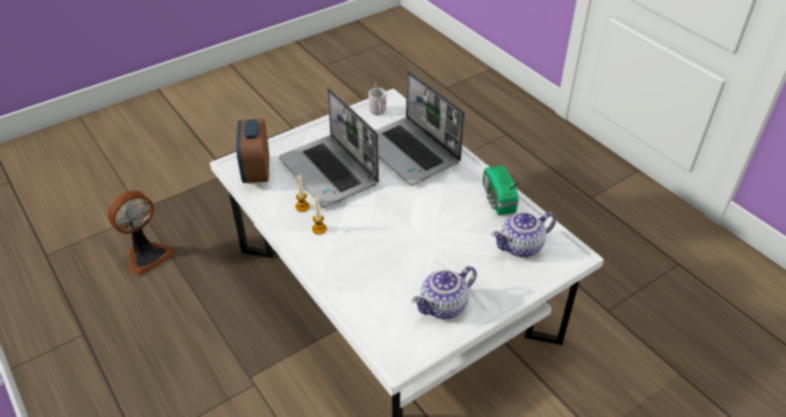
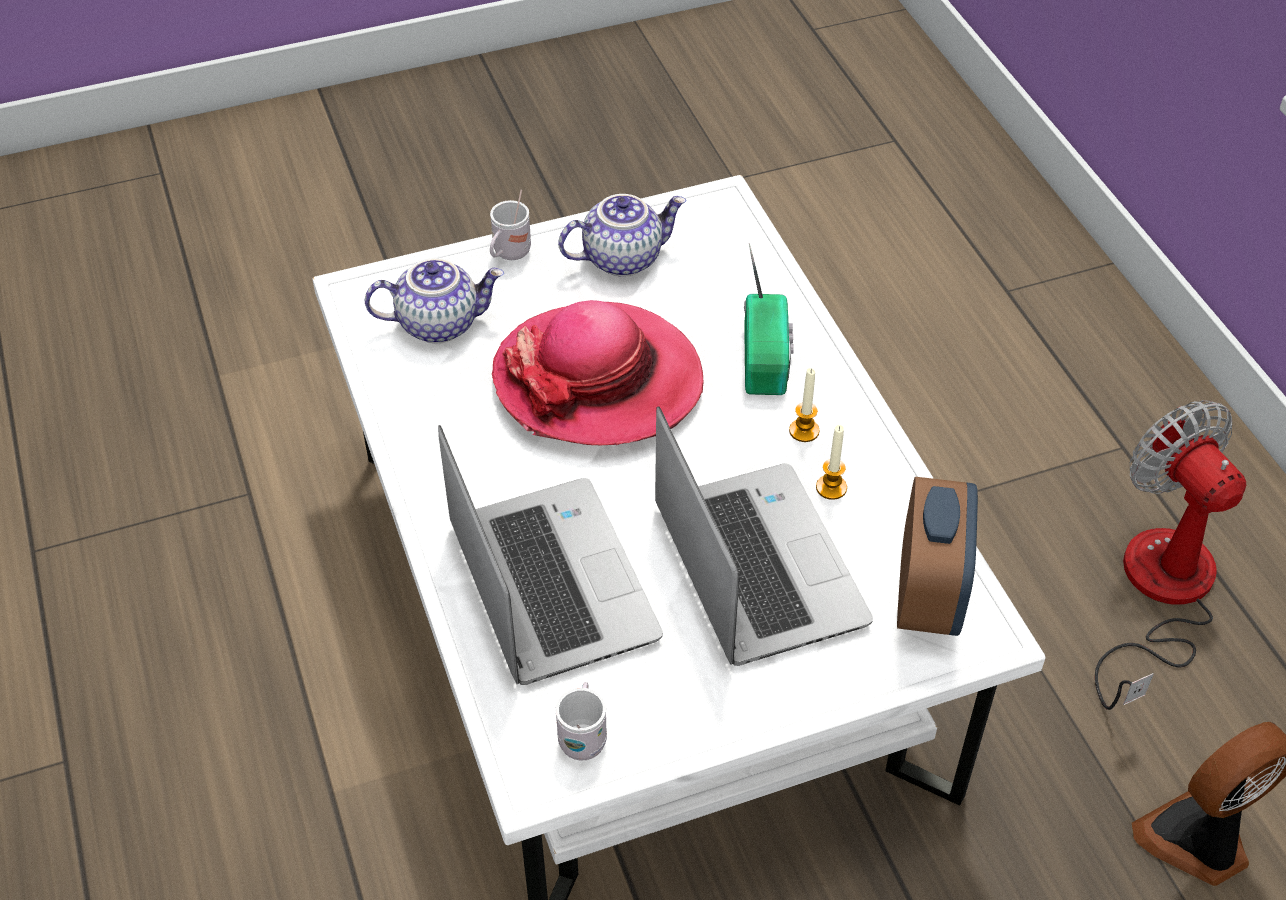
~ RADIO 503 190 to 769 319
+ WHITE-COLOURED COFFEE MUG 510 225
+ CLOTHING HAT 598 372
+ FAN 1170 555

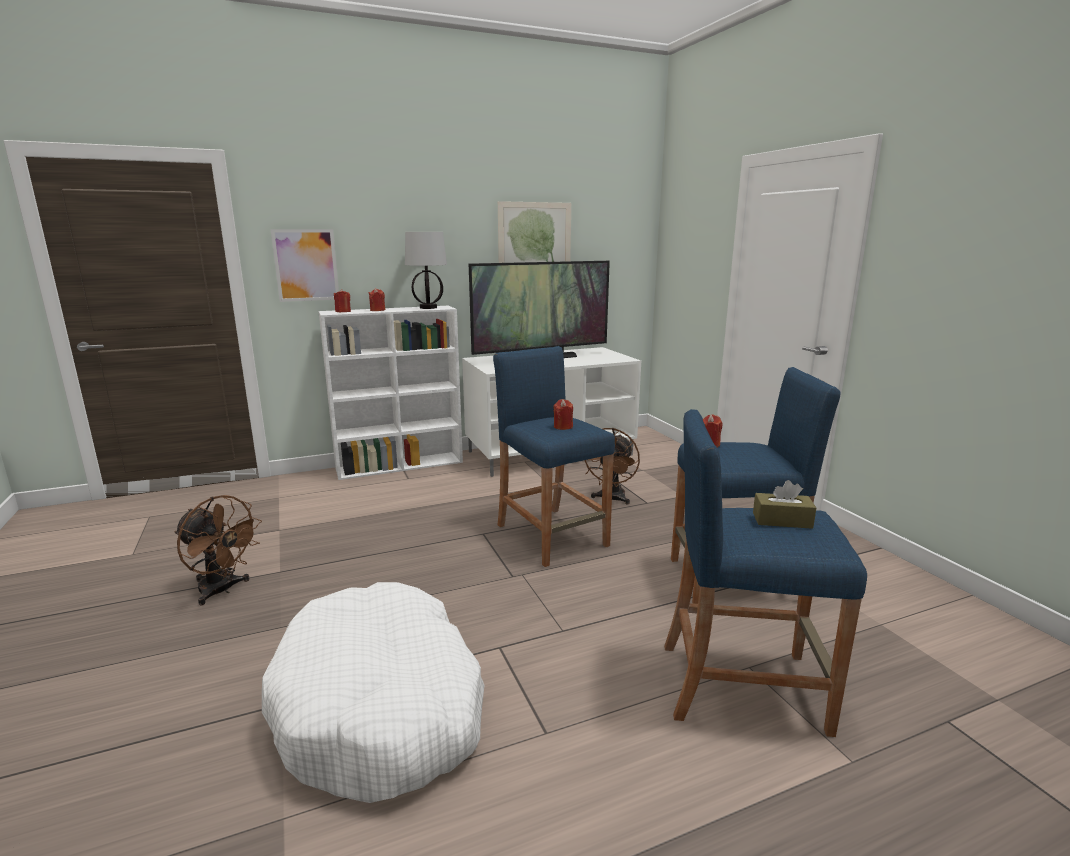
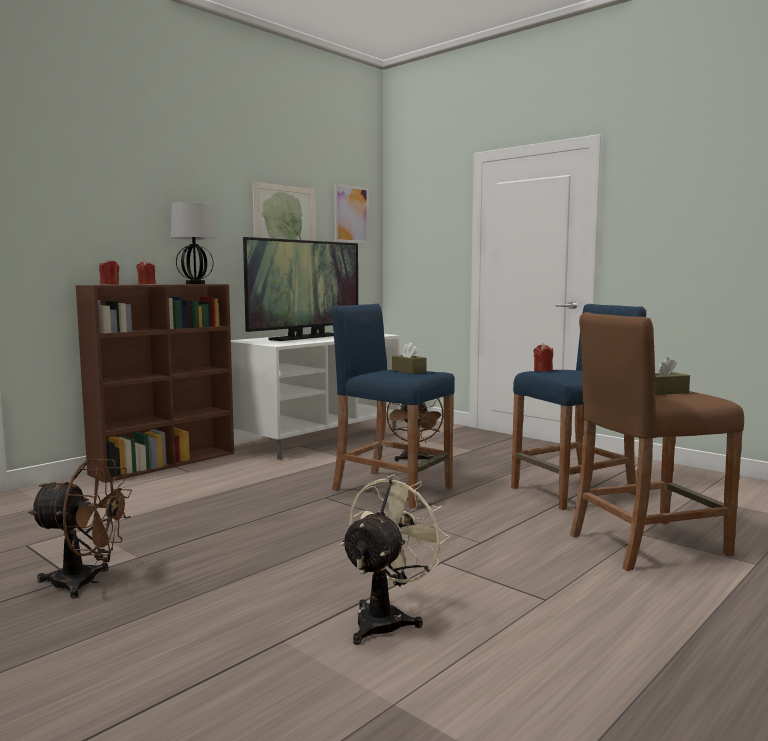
~ WALL PICTURE 305 265 to 351 214
~ WHITE-COLOURED BOOKSHELF 391 393 to BROWNISH BOOKSHELF 155 383
~ RED-COLOURED CANDLE 563 414 to BROWNISH BOX OF TISSUES 409 358
~ BLUE-COLOURED STOOL SEAT 765 573 to BROWNISH STOOL SEAT 657 441
~ WHITE-COLOURED PET BED 373 692 to BEIGE FAN 395 559

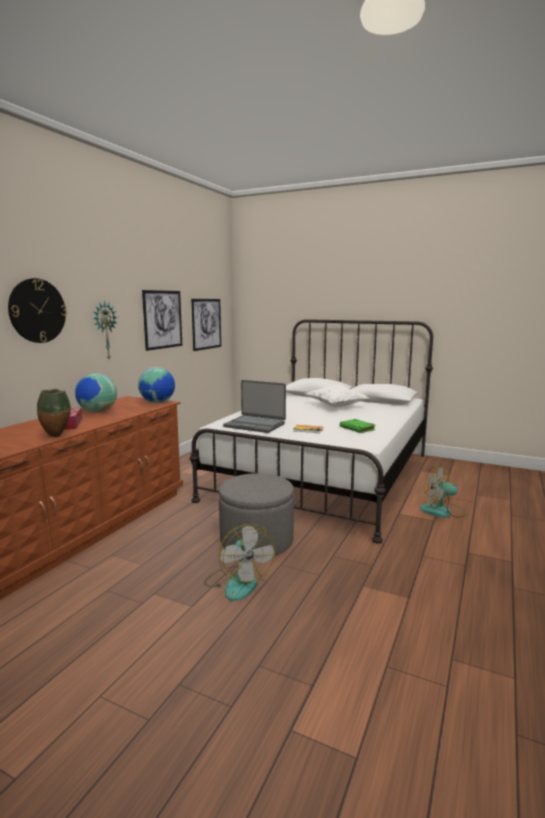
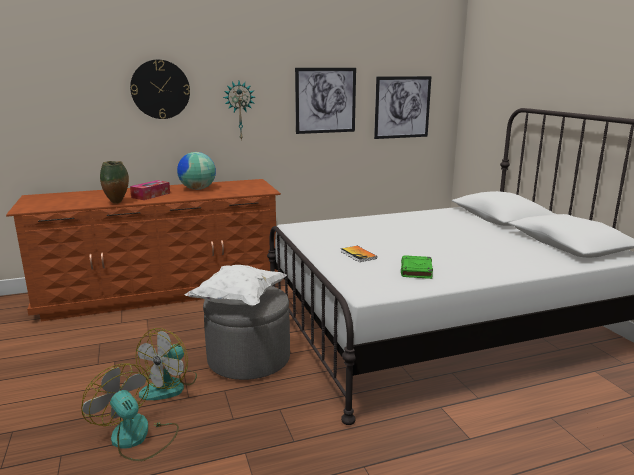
- GLOBE 156 385
- NOTEBOOK COMPUTER 254 406
~ WHITE-COLOURED CUSHION 337 396 to 235 285
~ FAN 443 491 to 130 412

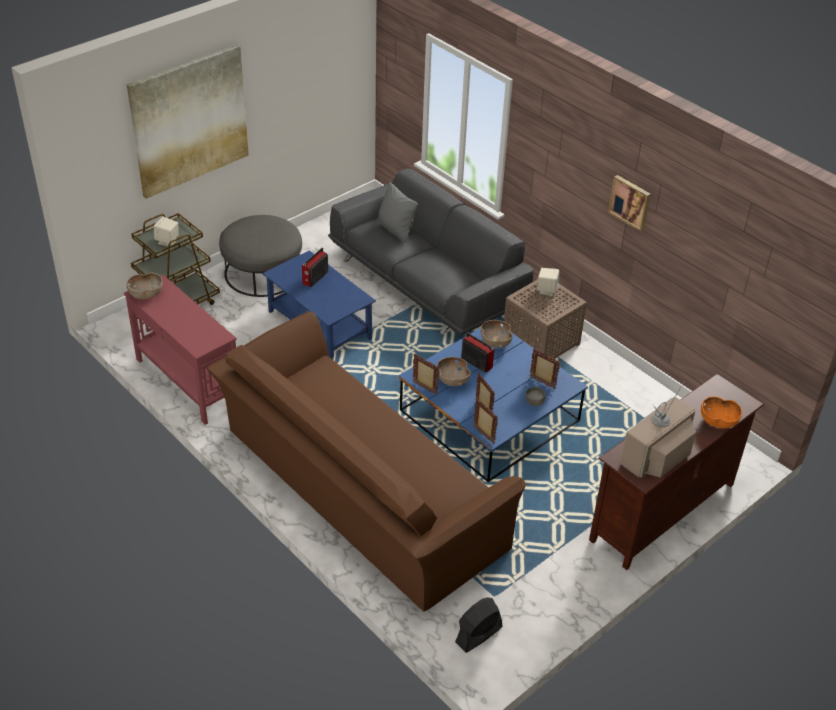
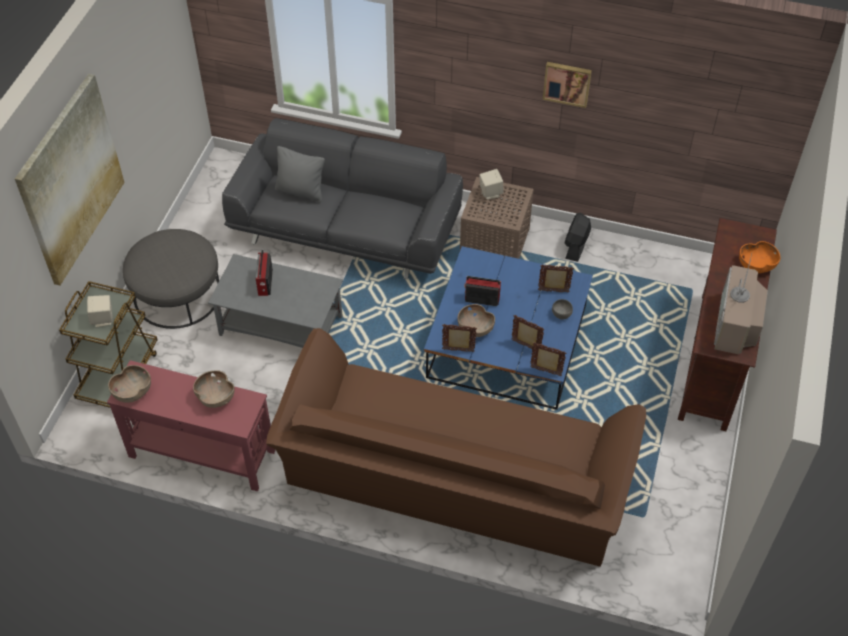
~ BLUE-COLOURED COFFEE TABLE 319 305 to GREYISH COFFEE TABLE 275 301
~ BROWNISH SERVING BOWL 497 334 to 214 389
~ BLACK-COLOURED FAN 478 625 to 578 237

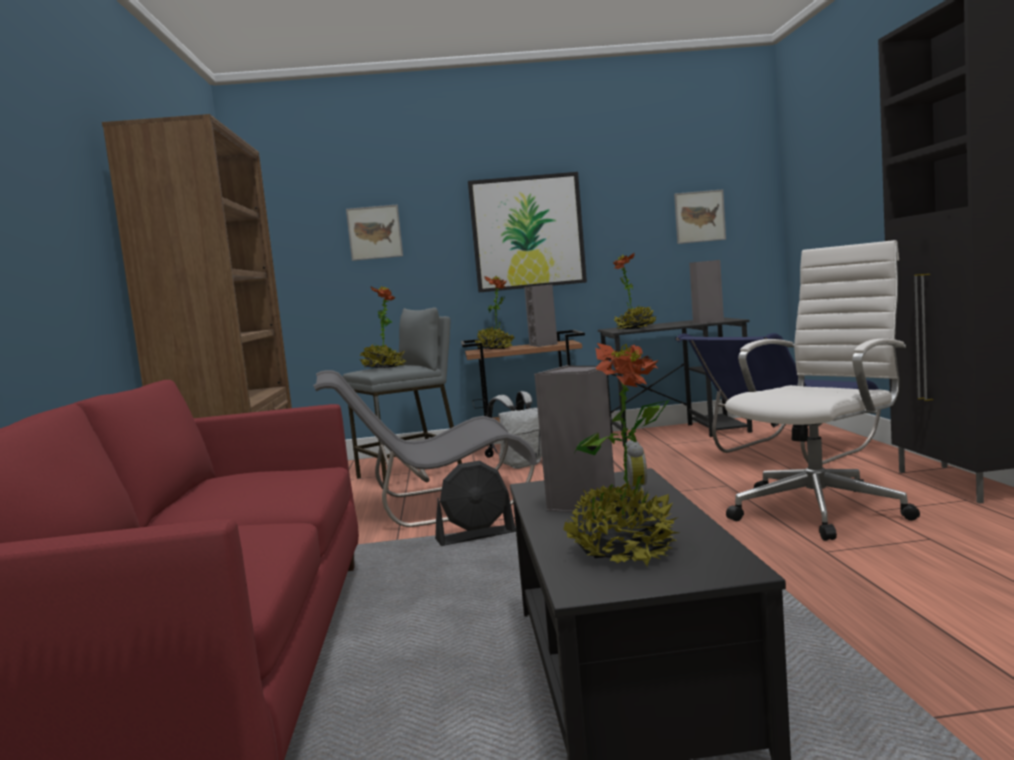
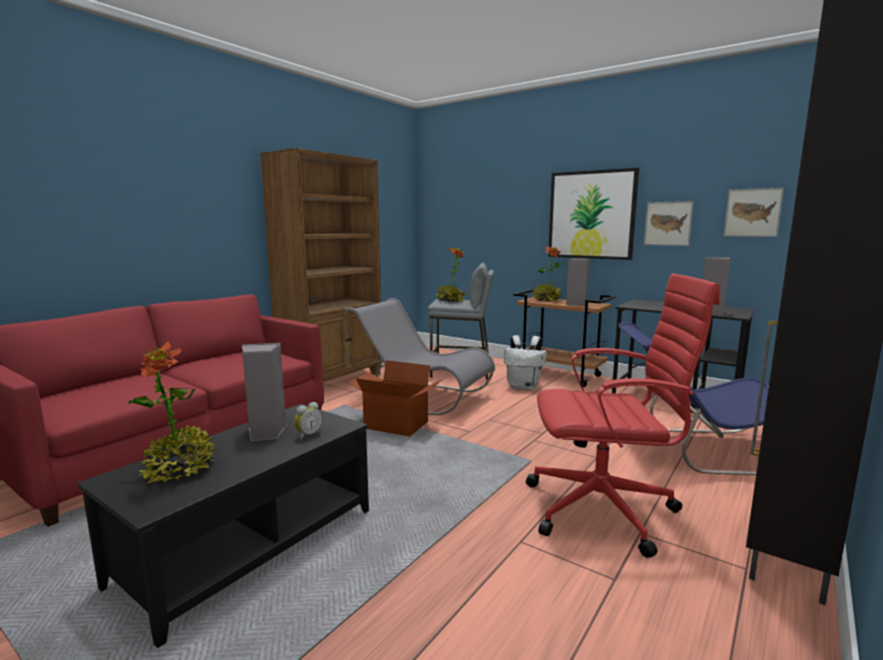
~ WALL PICTURE 374 232 to 669 223
~ WHITE-COLOURED OFFICE CHAIR 822 390 to RED-COLOURED OFFICE CHAIR 623 415
- HOUSEPLANT 634 291
~ BLACK-COLOURED FAN 475 503 to CARDBOARD BOX 394 398

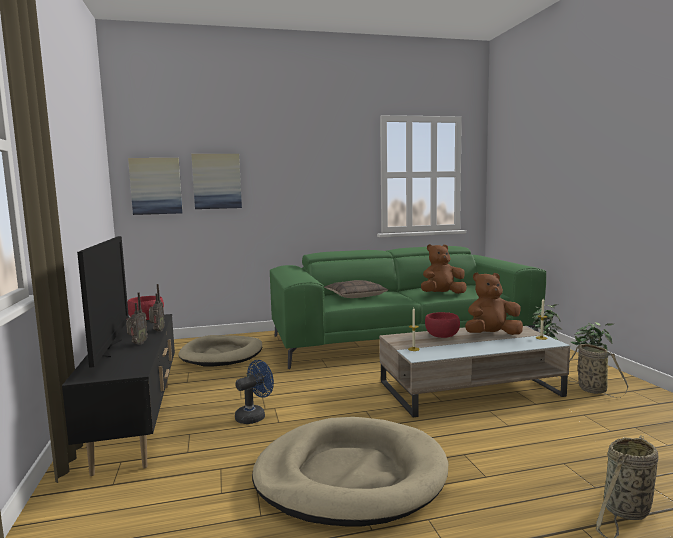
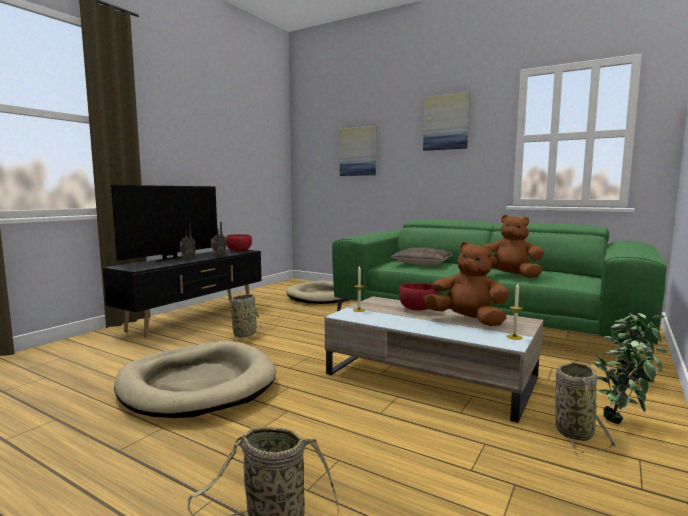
~ WALL PICTURE 155 186 to 446 121
~ BLUE-COLOURED FAN 254 392 to STORAGE BASKET 245 317

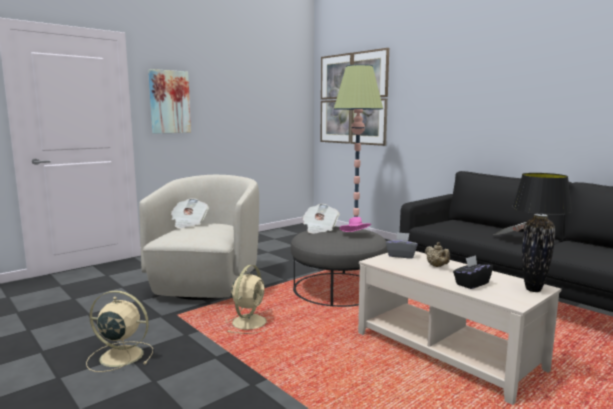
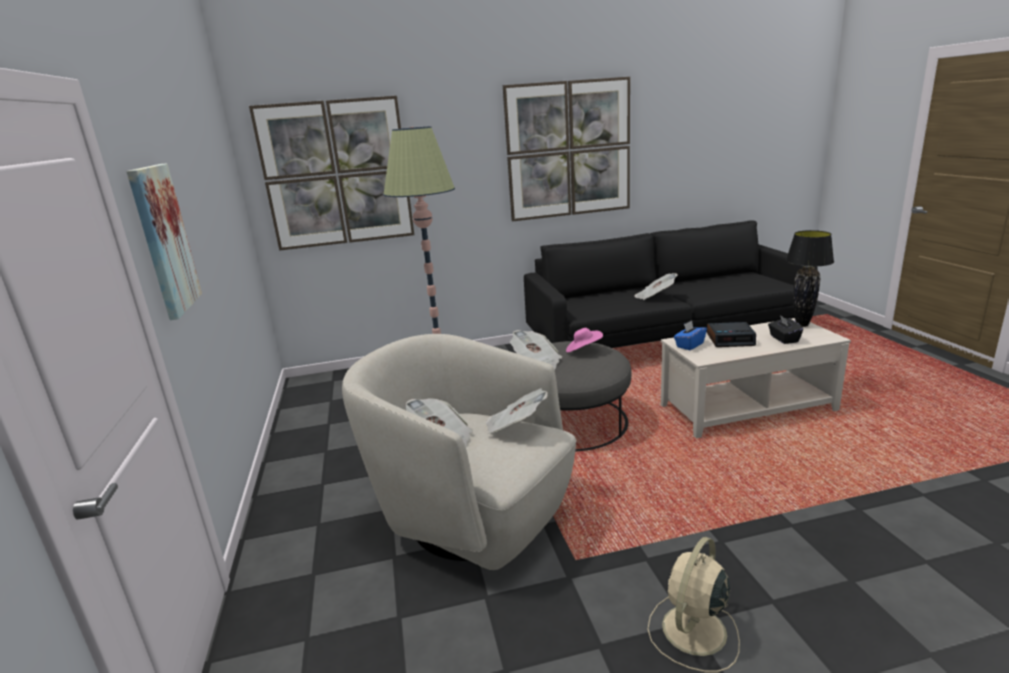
~ GREYISH BOX OF TISSUES 402 245 to BLUE-COLOURED BOX OF TISSUES 690 335
~ BEIGE TEA POT 437 254 to BEDSIDE CLOCK 731 334
- BEIGE FAN 247 299
+ WALL PICTURE 566 149
+ PRINTED PAPER 516 411

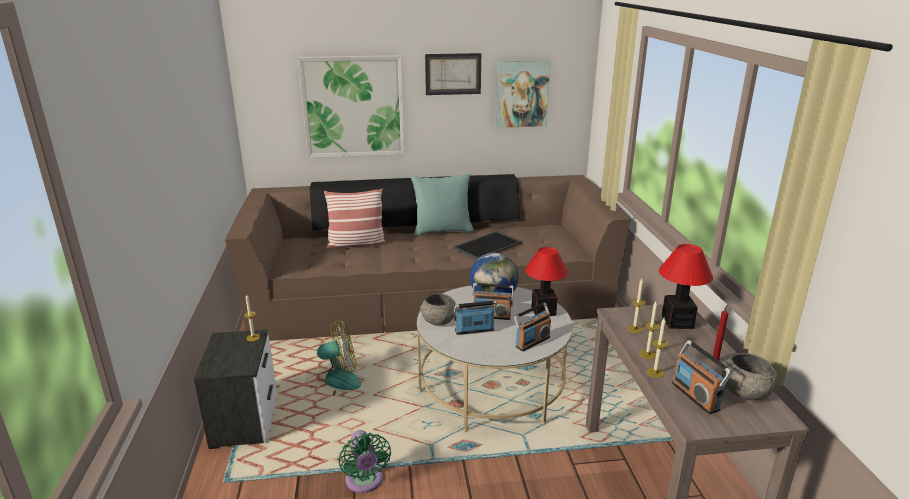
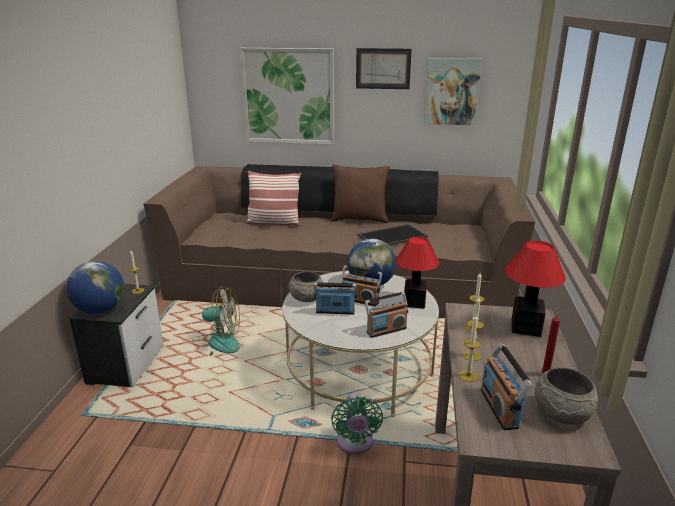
~ BLUE-GREEN CUSHION 442 204 to BROWNISH CUSHION 360 193
~ GREENISH FAN 364 461 to 357 423
+ GLOBE 95 287

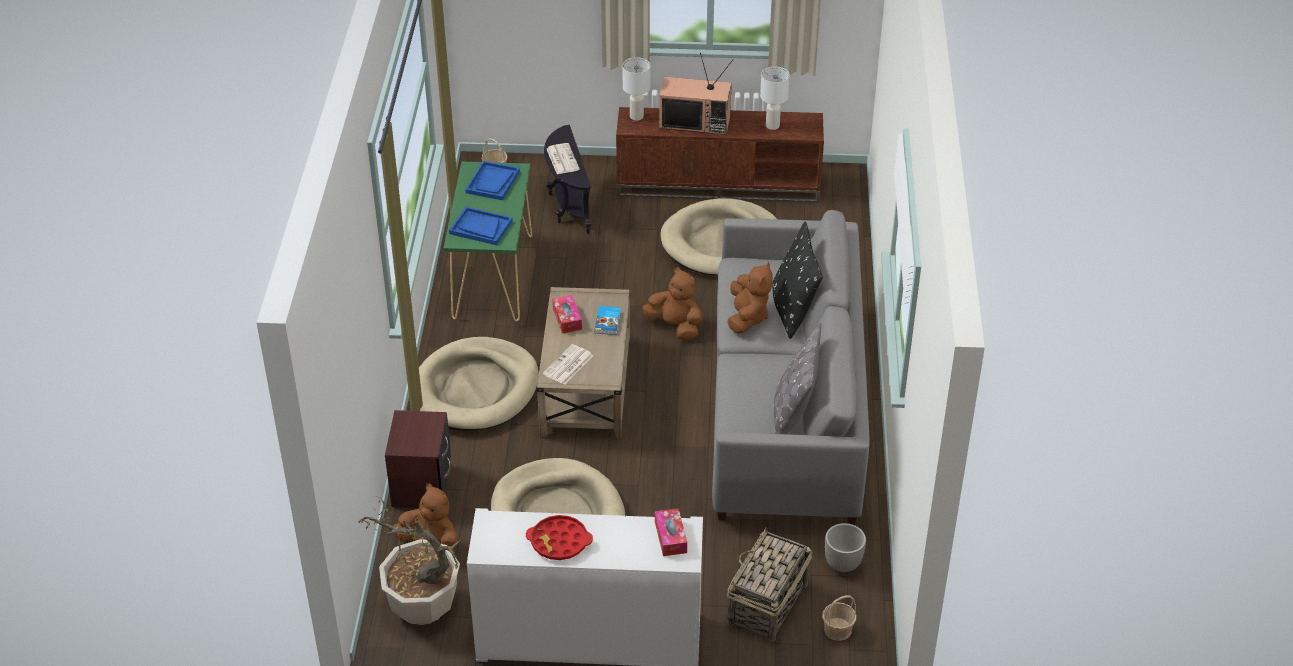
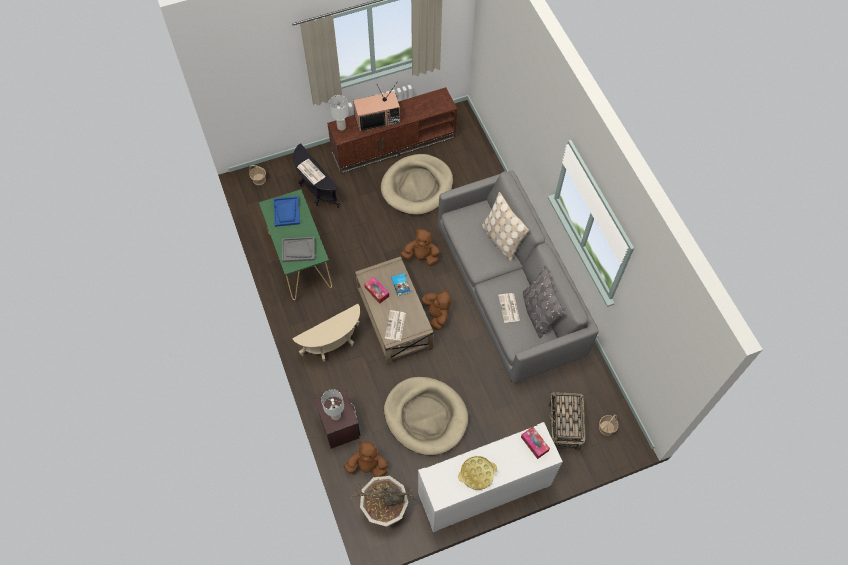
~ WHITE-COLOURED TABLETOP LAMP 775 98 to 332 404
~ BLUE-COLOURED CARRYING TRAY 481 226 to GREYISH CARRYING TRAY 298 249
~ BLACK-COLOURED CUSHION 797 280 to BEIGE CUSHION 505 227
~ BROWNISH SOFT TOY 750 298 to 436 309
~ BEIGE PET BED 479 384 to BEIGE END TABLE 326 333
~ RED-COLOURED CARRYING TRAY 559 537 to YELLOW CARRYING TRAY 477 473
- PLANT POT 845 547
+ PRINTED PAPER 509 308

